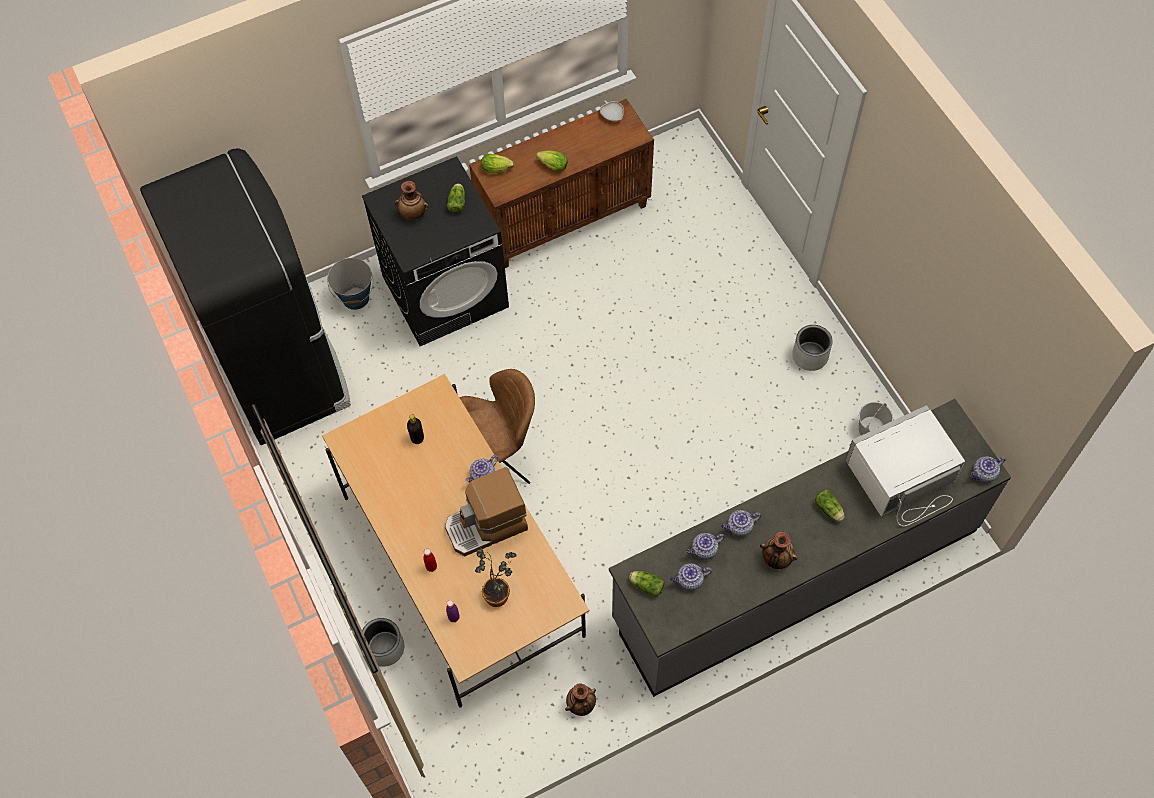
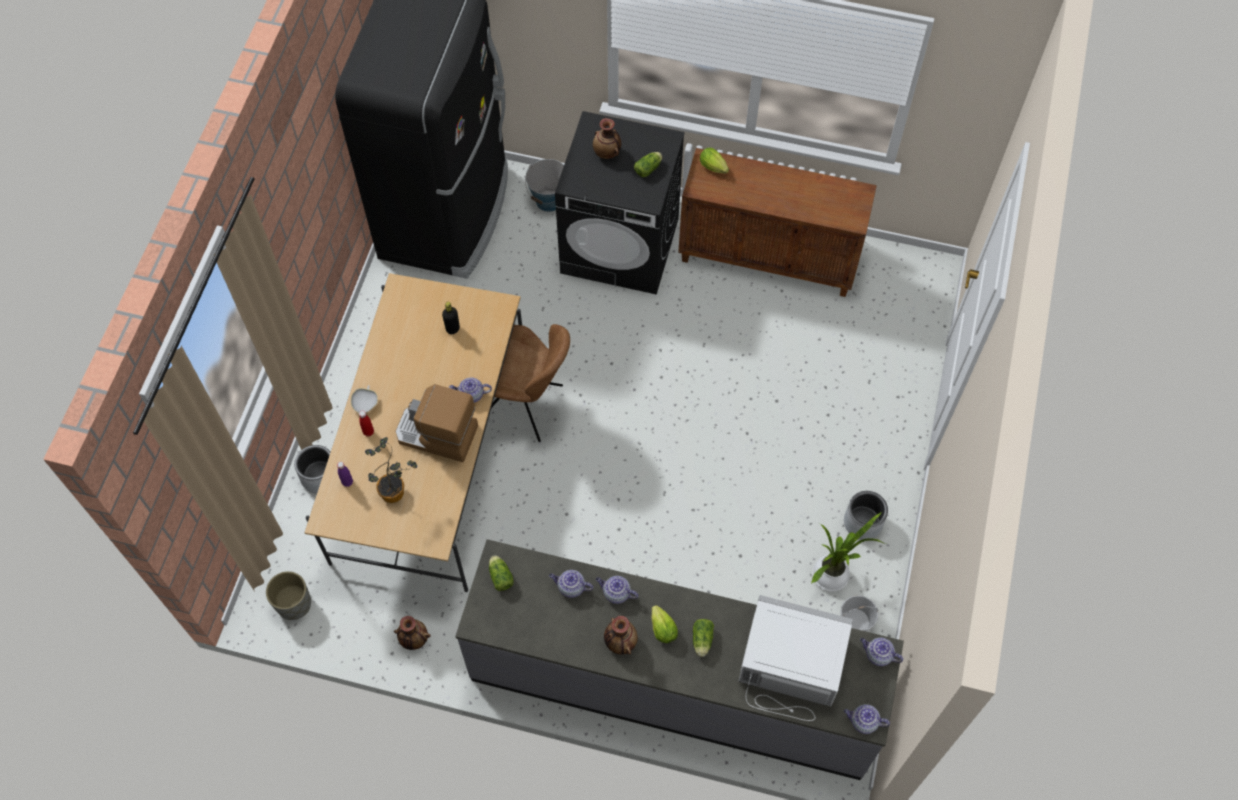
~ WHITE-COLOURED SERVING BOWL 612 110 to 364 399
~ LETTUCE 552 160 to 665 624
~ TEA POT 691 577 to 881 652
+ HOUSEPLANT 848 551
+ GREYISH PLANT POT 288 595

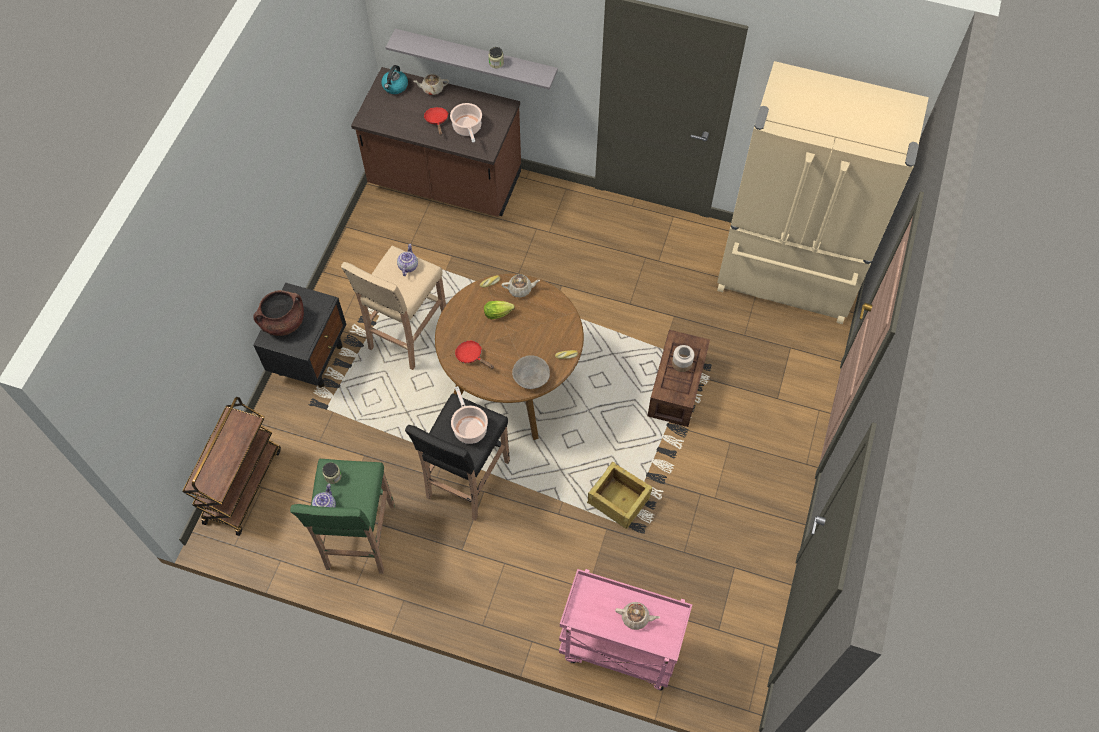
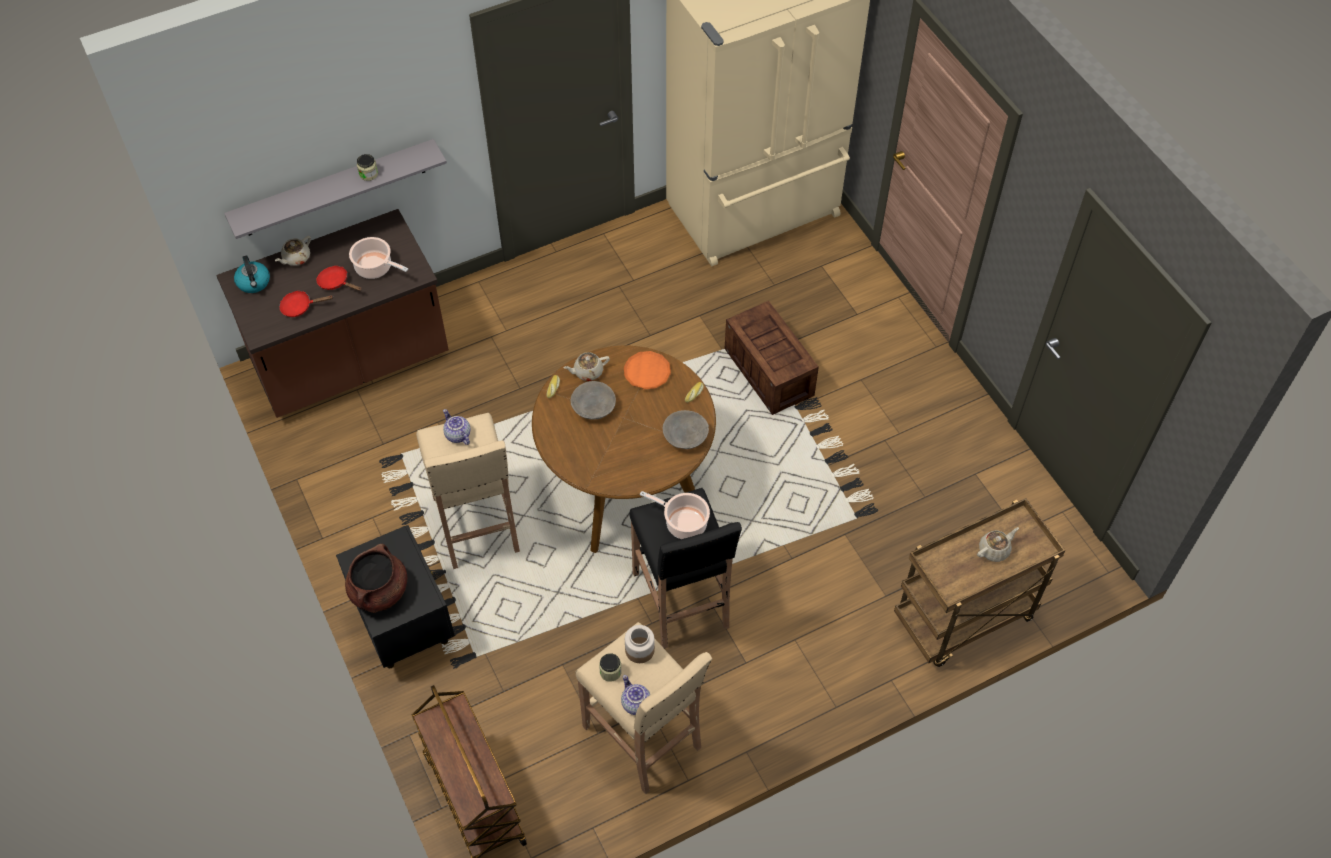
~ BEIGE TEA POT 521 286 = 587 366 150 degrees counterclockwise
~ LETTUCE 499 310 to GREYISH SERVING BOWL 593 400
~ RED-COLOURED PAN 474 355 to 306 304
~ STORAGE JAR 683 358 to 640 644
~ GREENISH STOOL SEAT 342 516 to BEIGE STOOL SEAT 643 708
- SHIPPING CRATE 619 495
~ PINK-COLOURED TROLLEY 625 629 to BROWNISH TROLLEY 980 582
+ ORANGE DINNER PLATE 647 370

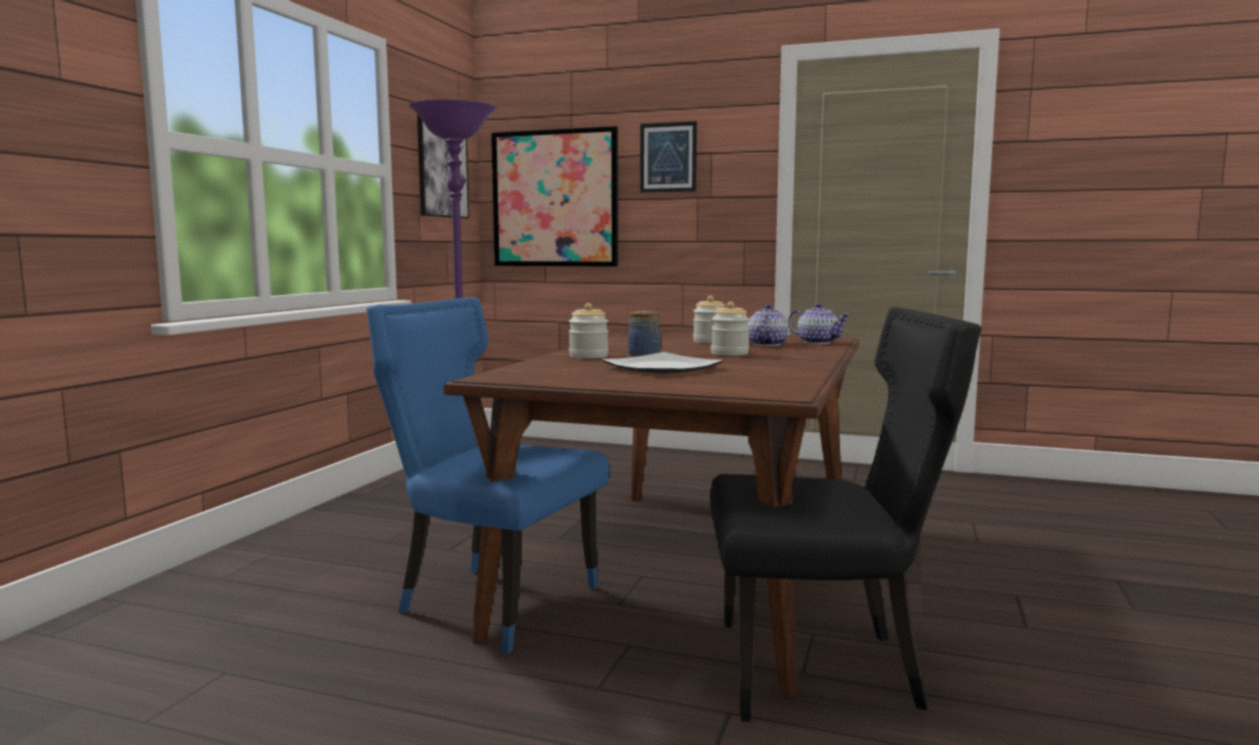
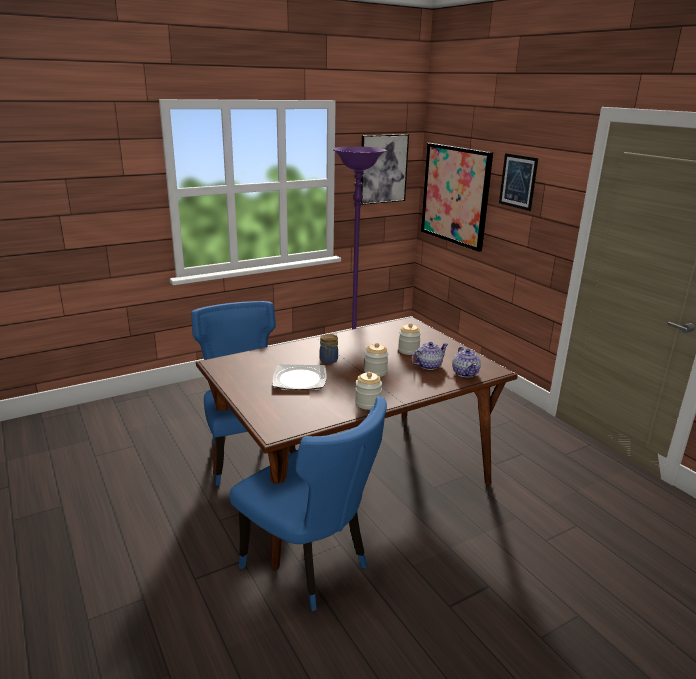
~ STORAGE JAR 588 331 to 368 391
~ BLACK-COLOURED PLAIN CHAIR 845 514 to BLUE-COLOURED PLAIN CHAIR 308 504

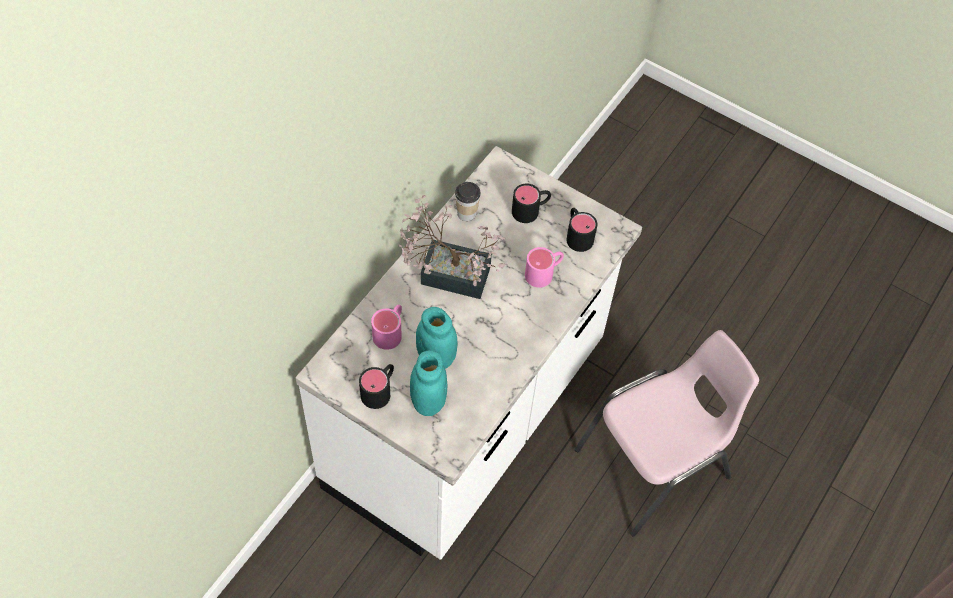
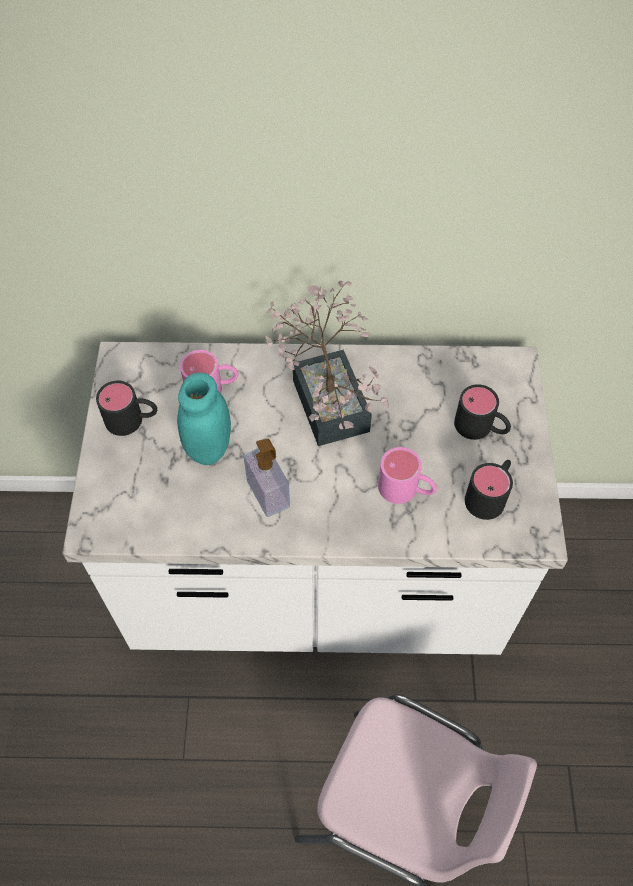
- SMALL CUP 468 201
- BLUE-GREEN STORAGE JAR 428 383
+ SOAP DISPENSER 267 478

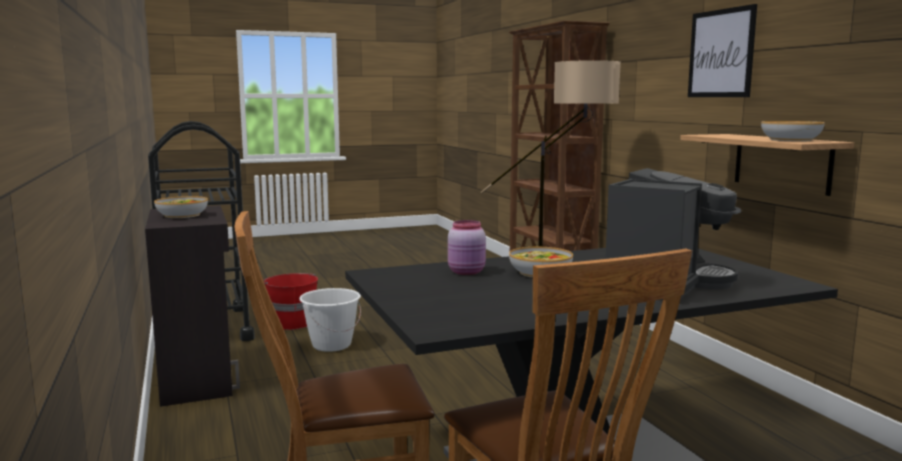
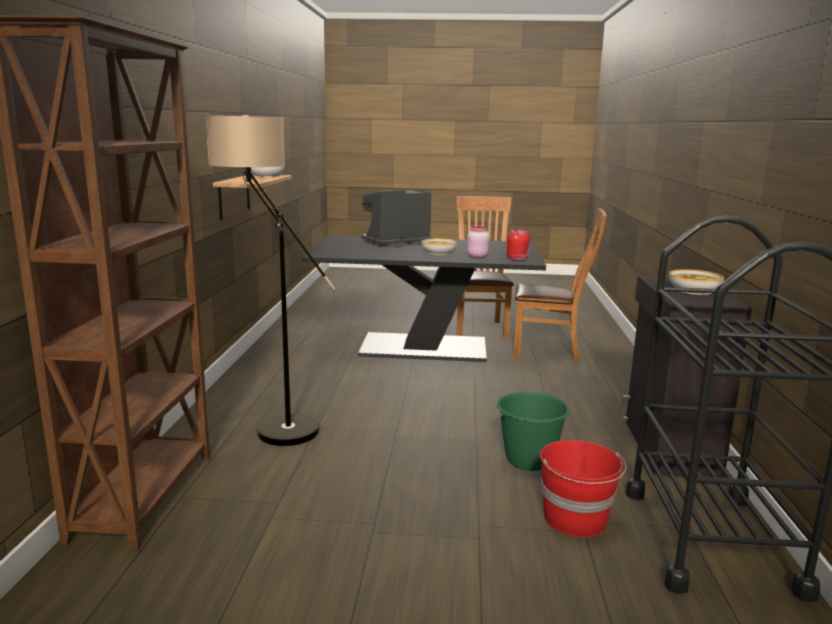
- WALL PICTURE 722 50
~ WHITE-COLOURED PAIL 330 320 to GREENISH PAIL 532 431
+ RED-COLOURED STORAGE JAR 518 245

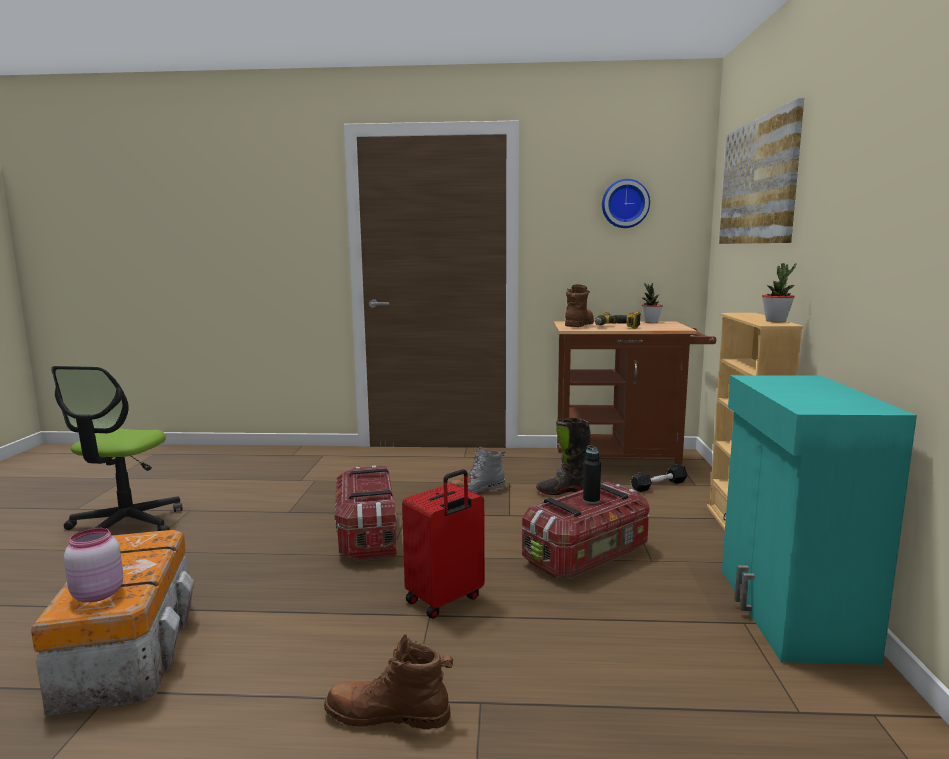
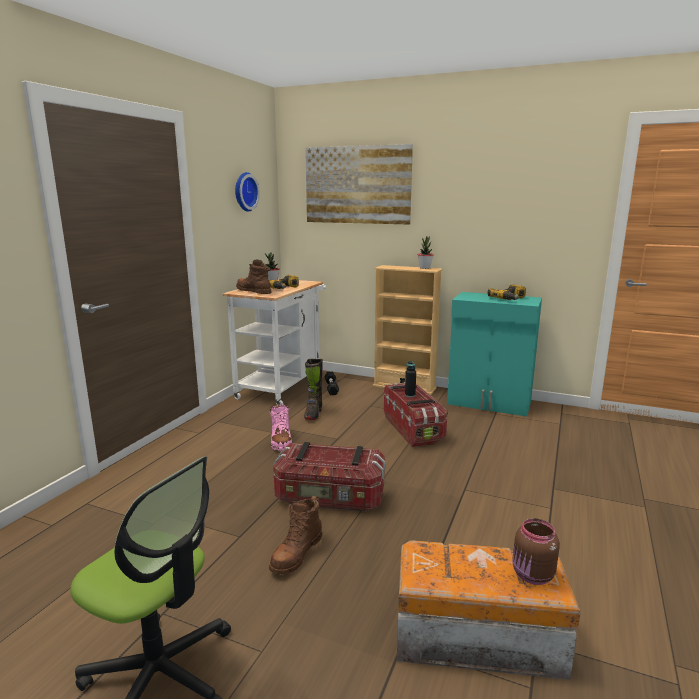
~ BROWNISH TROLLEY 635 393 to WHITE-COLOURED TROLLEY 274 342
~ GREYISH HIGH-TOP BOOT 477 470 to PINK-COLOURED HIGH-TOP BOOT 280 427
- RED-COLOURED TRAVEL CASE 443 544
~ PINK-COLOURED STORAGE JAR 93 565 to BROWNISH STORAGE JAR 536 551
~ BROWNISH HIGH-TOP BOOT 388 681 to 295 535
+ DRILL 506 292

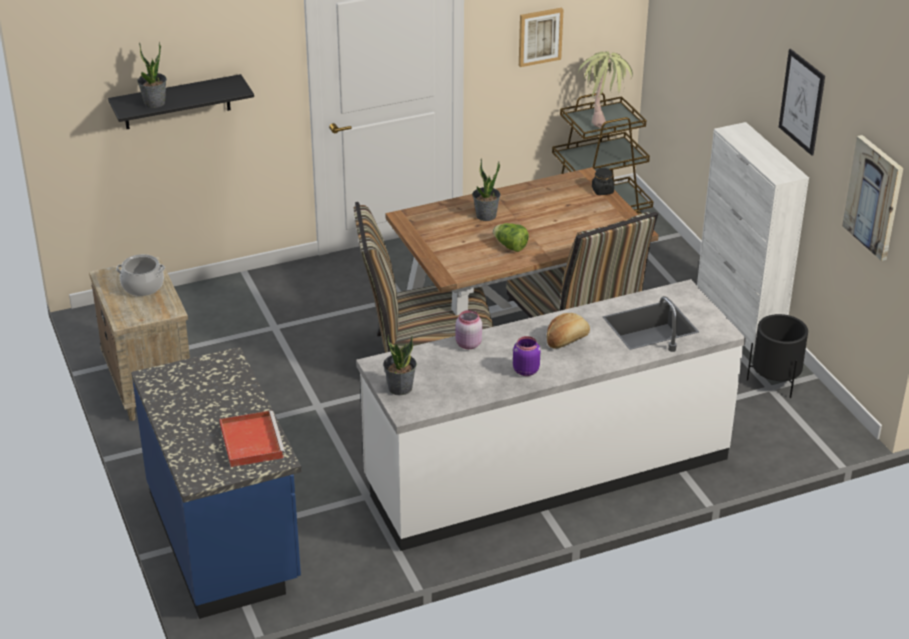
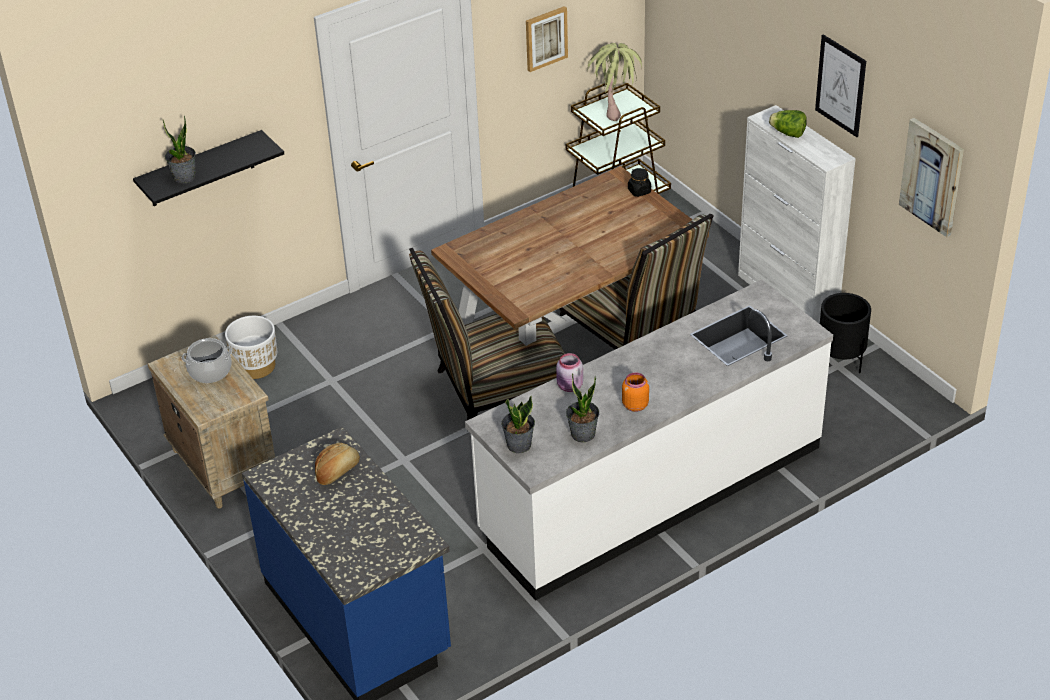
~ HOUSEPLANT 486 190 to 582 407
~ LETTUCE 511 237 to 788 124
~ BAKERY BREAD 568 331 to 337 464
~ PURPLISH STORAGE JAR 526 356 to ORANGE STORAGE JAR 635 392
- RED-COLOURED CARRYING TRAY 252 439
+ WHITE-COLOURED PLANT POT 251 347

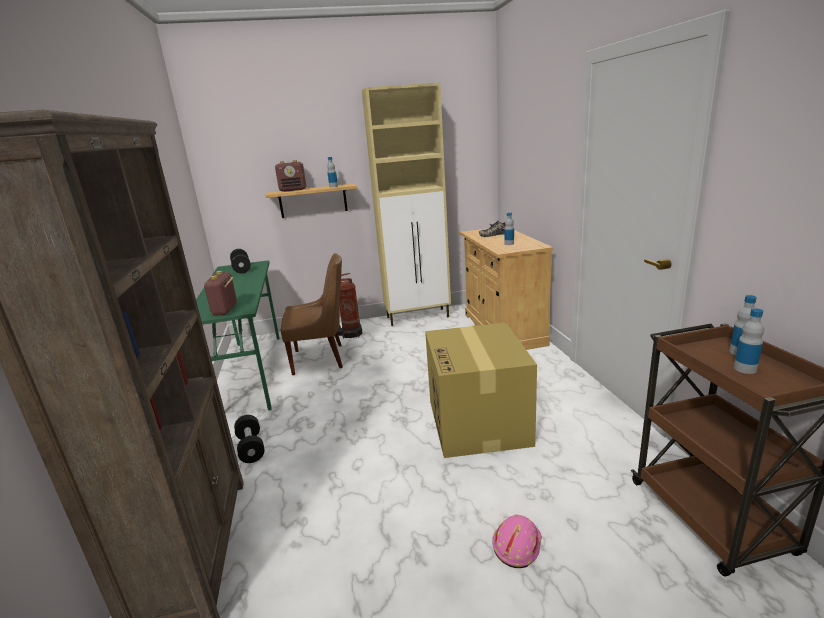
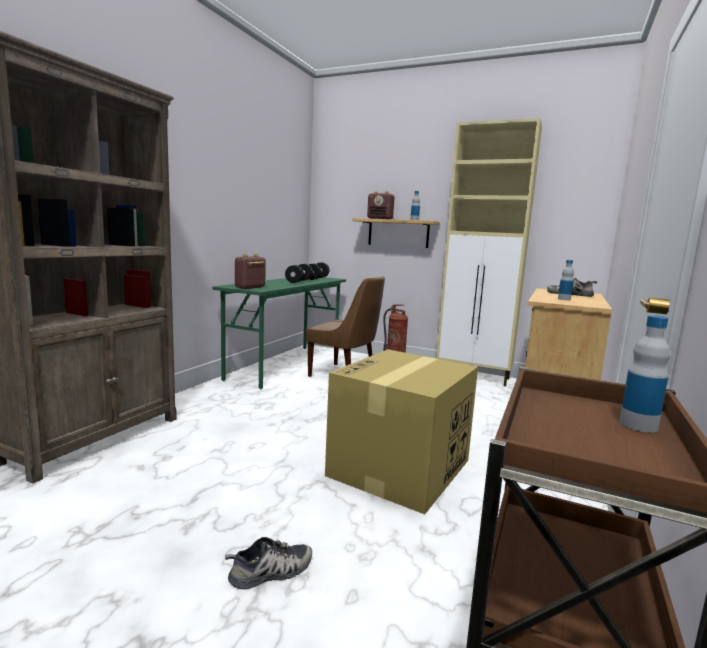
- BEVERAGE BOTTLE 749 341
~ BLACK-COLOURED HAND WEIGHT 249 439 to 299 273
~ PINK-COLOURED SAFETY HELMET 516 541 to SHOE 268 563

